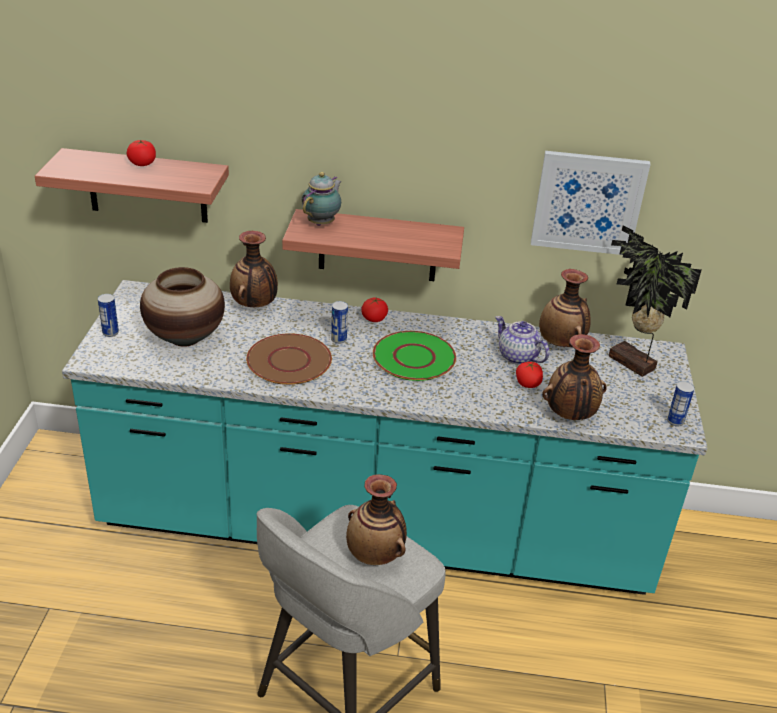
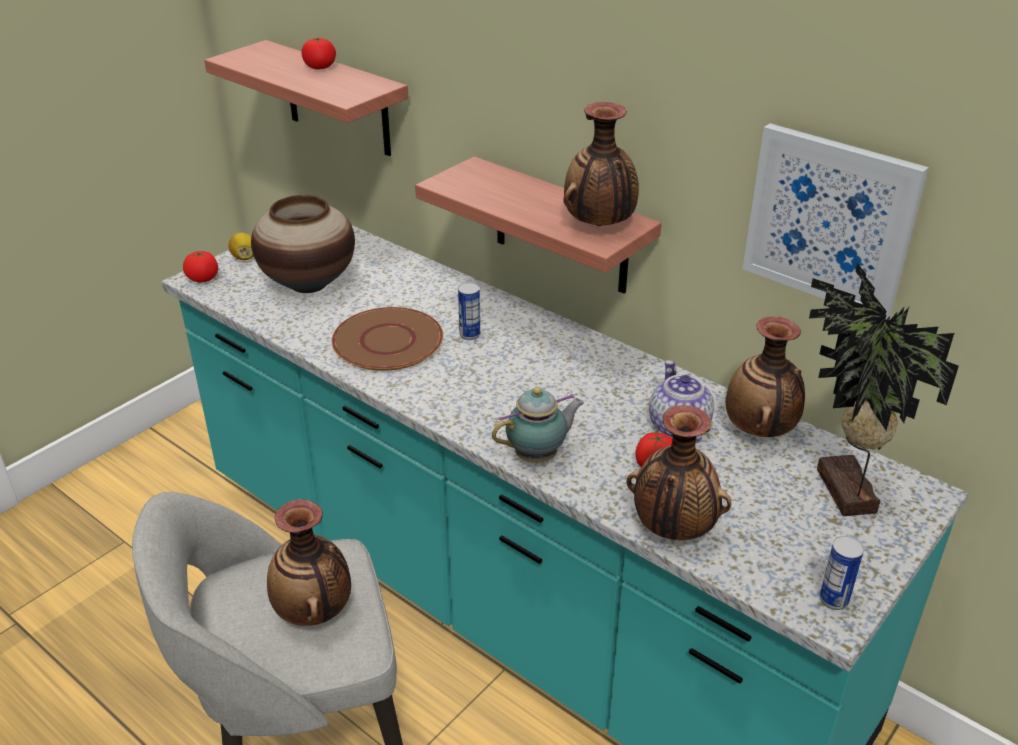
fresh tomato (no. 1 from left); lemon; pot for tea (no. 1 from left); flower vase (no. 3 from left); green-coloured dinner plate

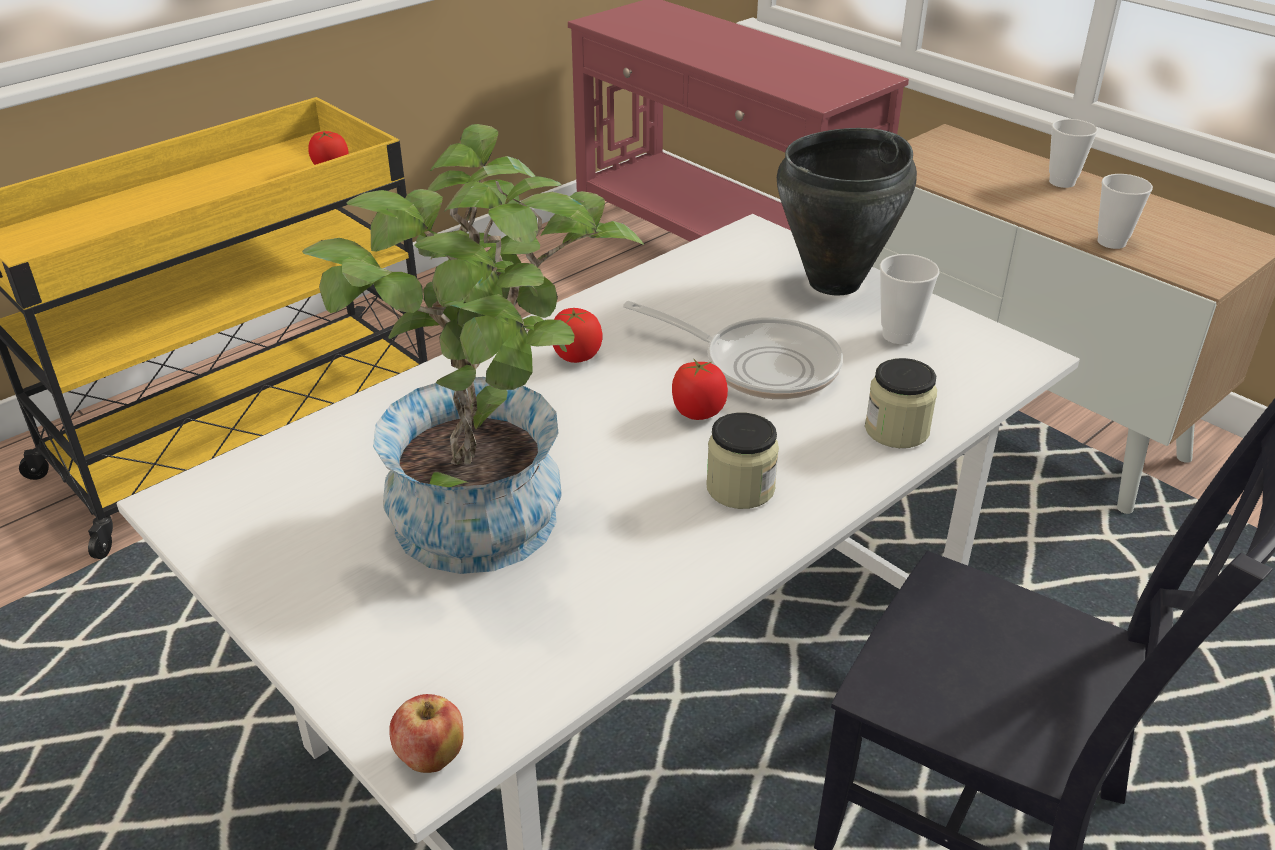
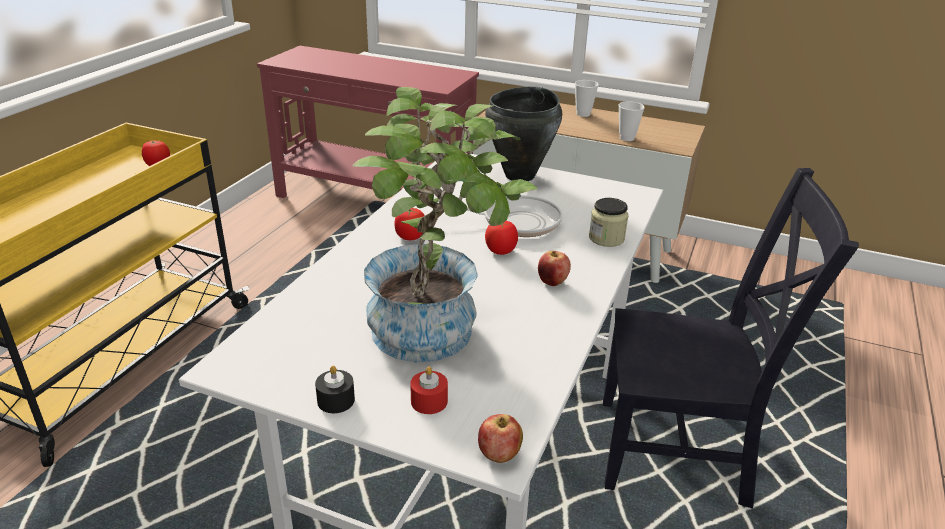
black-coloured wax light; reddish wax light; whole apple (no. 2 from left); small cup (no. 1 from left in the first image)

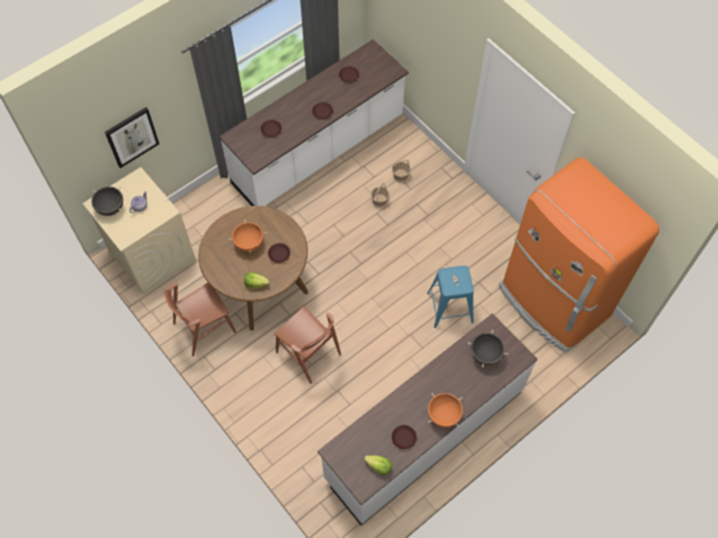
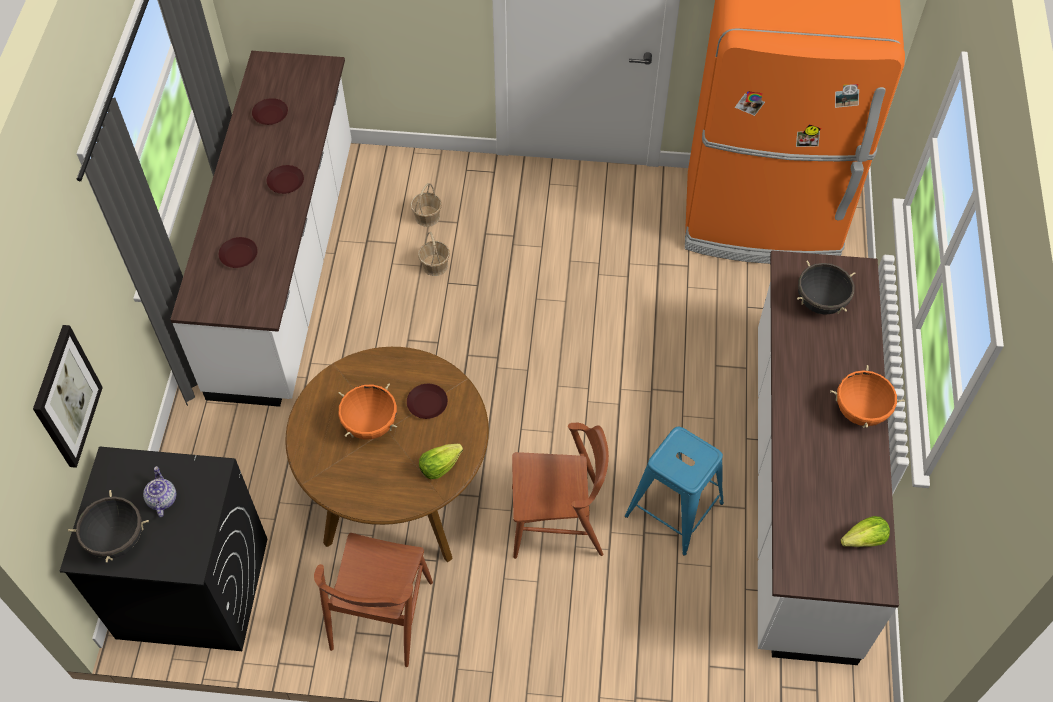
black-coloured laundry appliance; bluish stool; brown-coloured dinner plate (no. 5 from left in the first image)

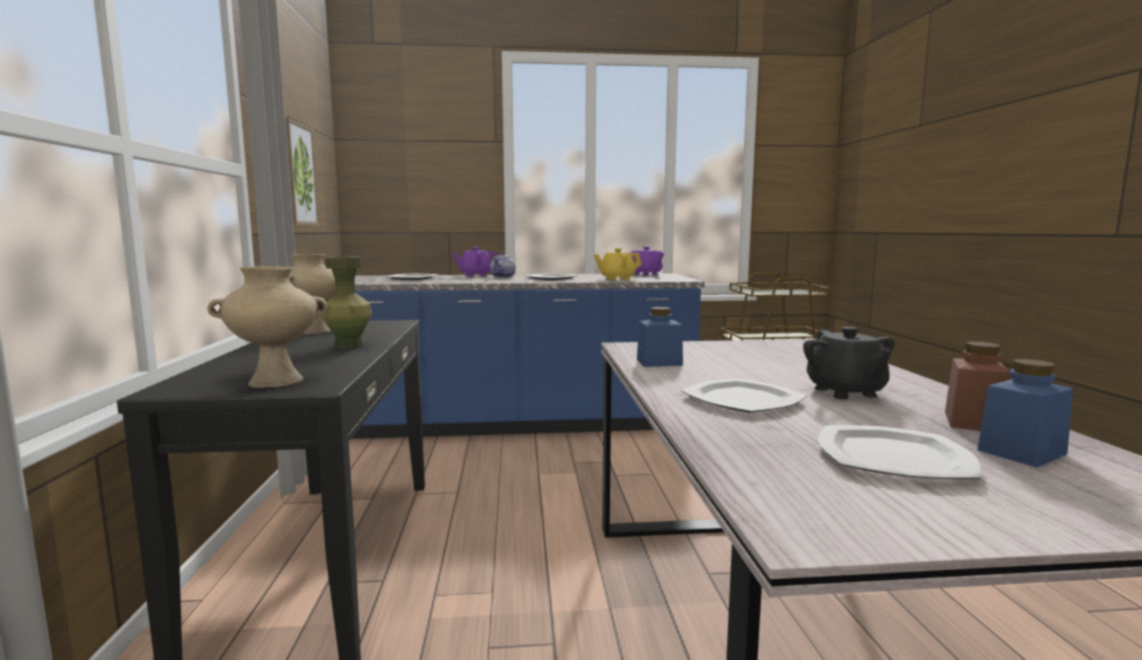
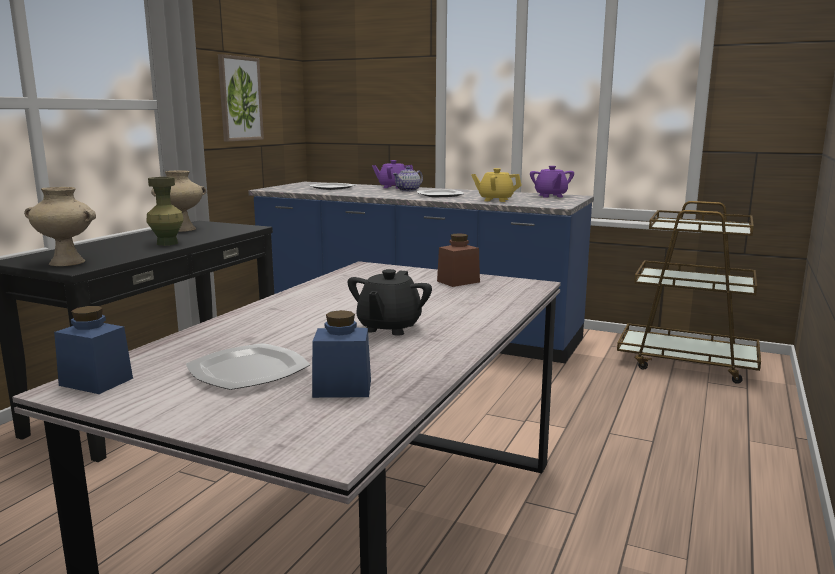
bluish jar (no. 1 from left); brown-coloured jar; dinner plate (no. 3 from left in the first image)

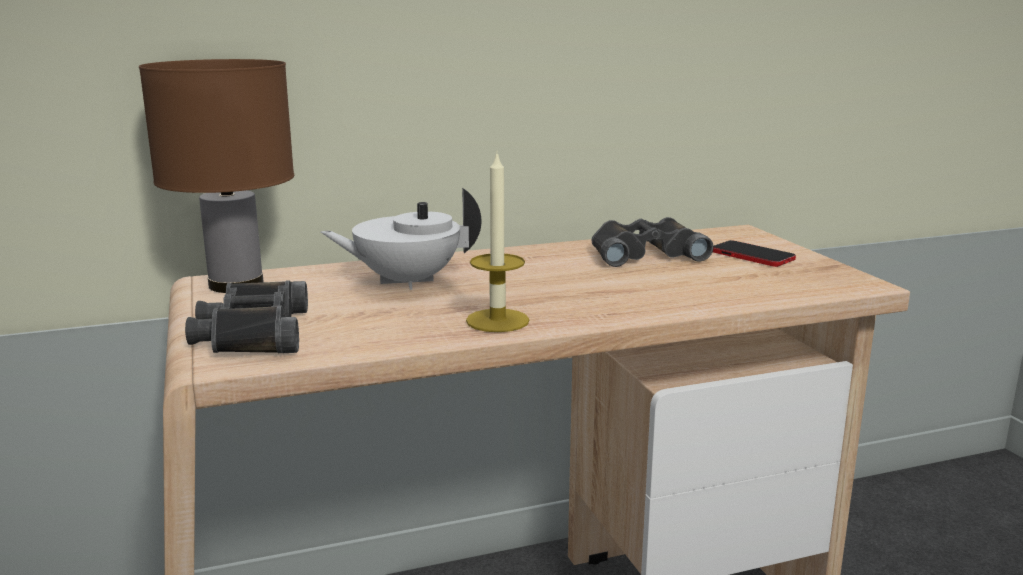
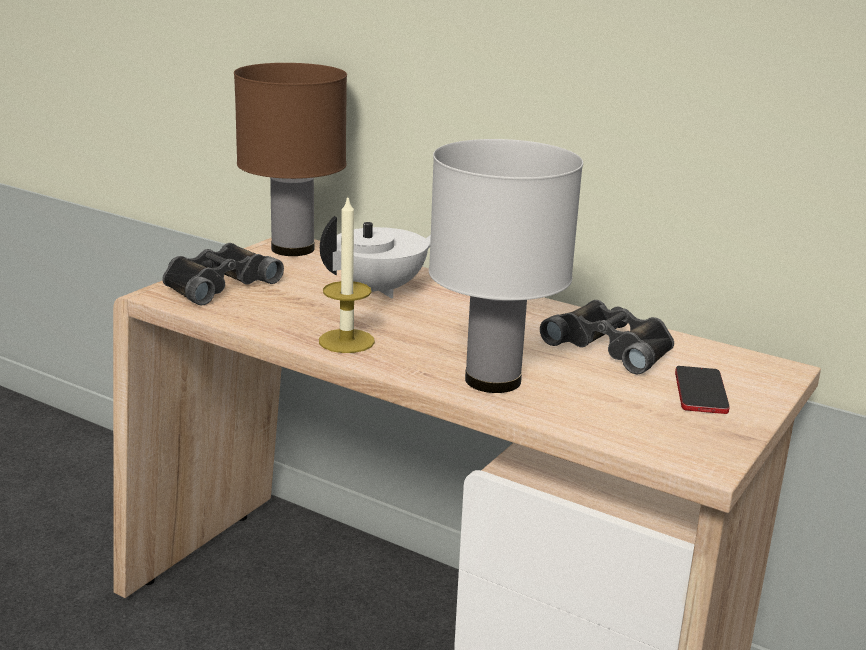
whitish pot for tea; whitish table lamp

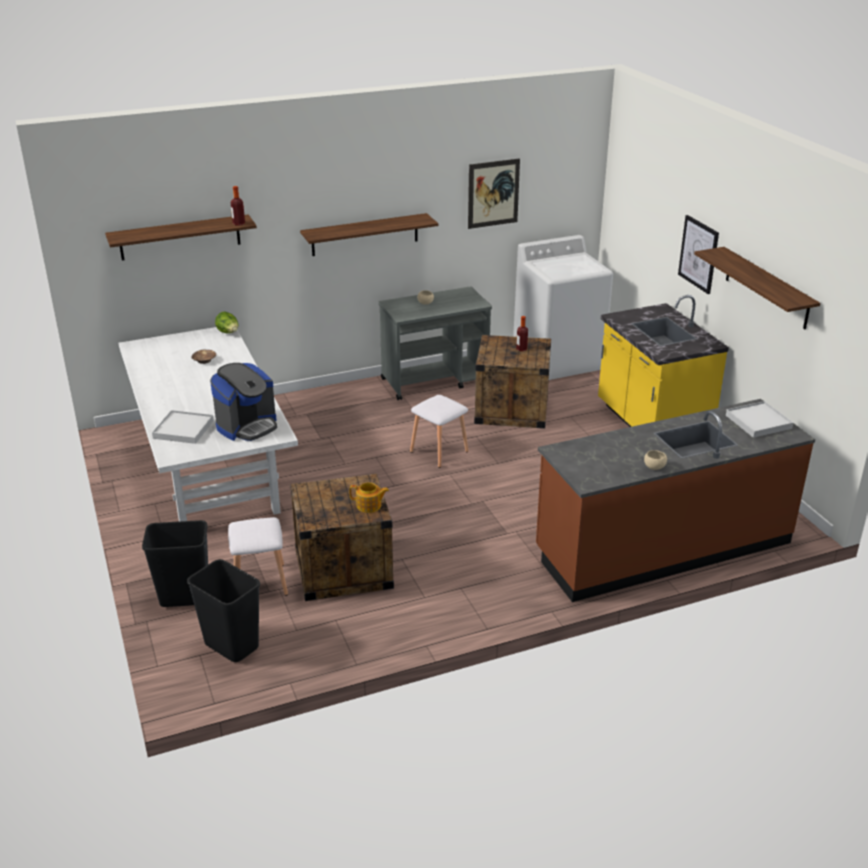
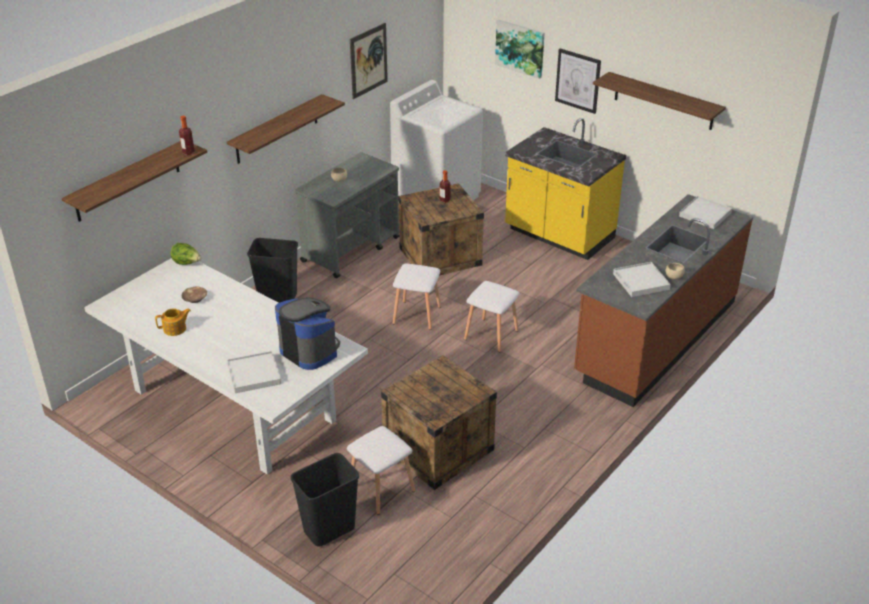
pot for tea; black-coloured rubbish bin (no. 1 from left); coffee brewer; whitish stool (no. 3 from left); picture (no. 2 from left); whitish tray (no. 2 from left)

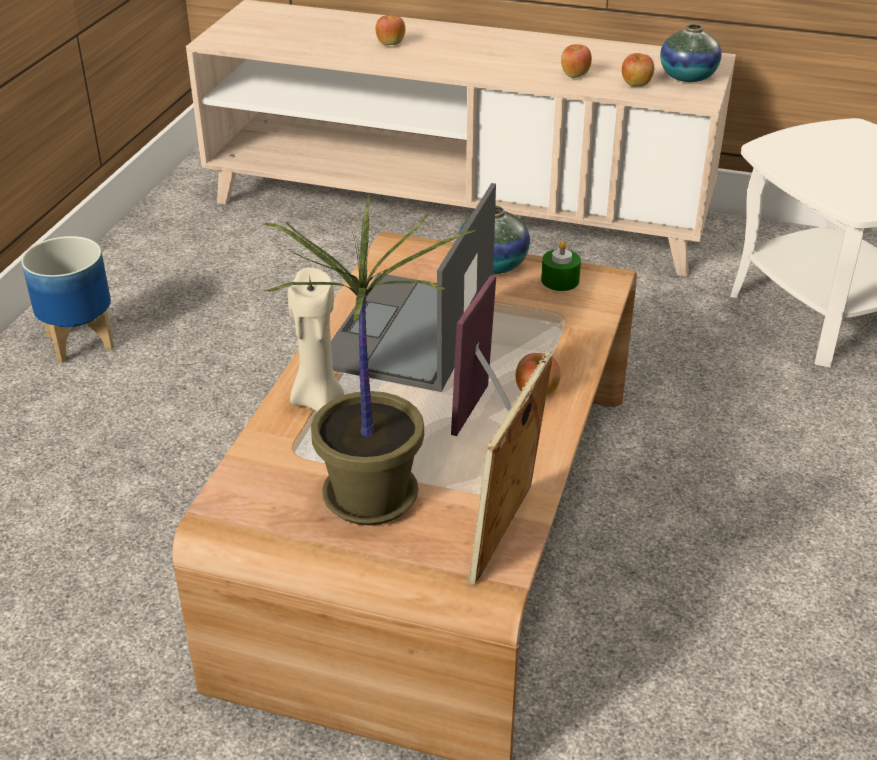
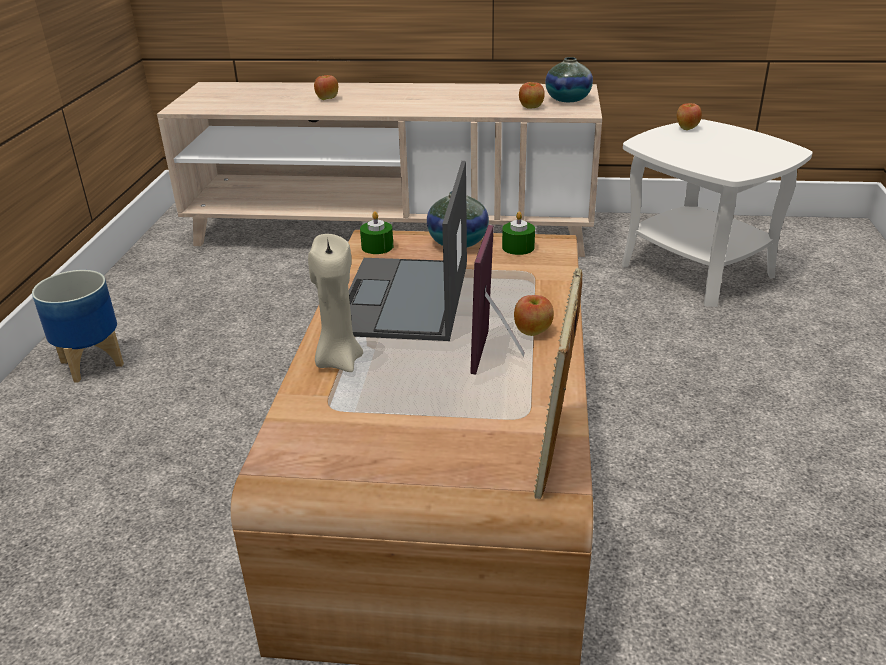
green-coloured wax light (no. 1 from left); whole apple (no. 4 from left); potted plant

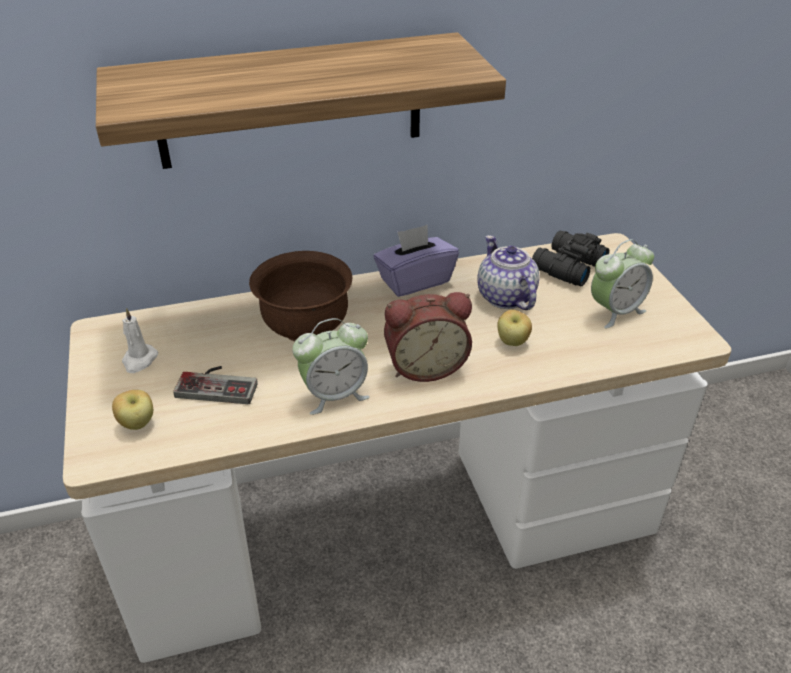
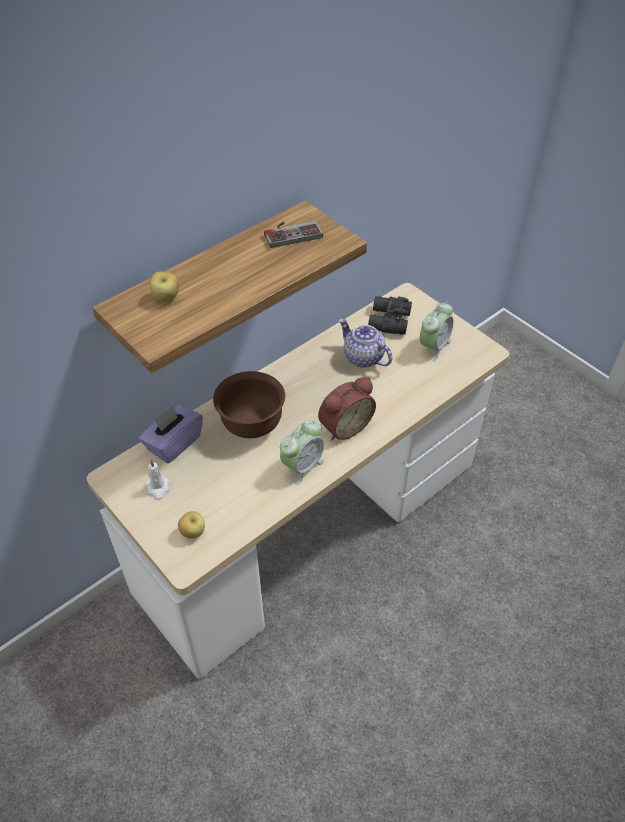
purple-coloured tissue holder; whole apple (no. 1 from left); gamepad

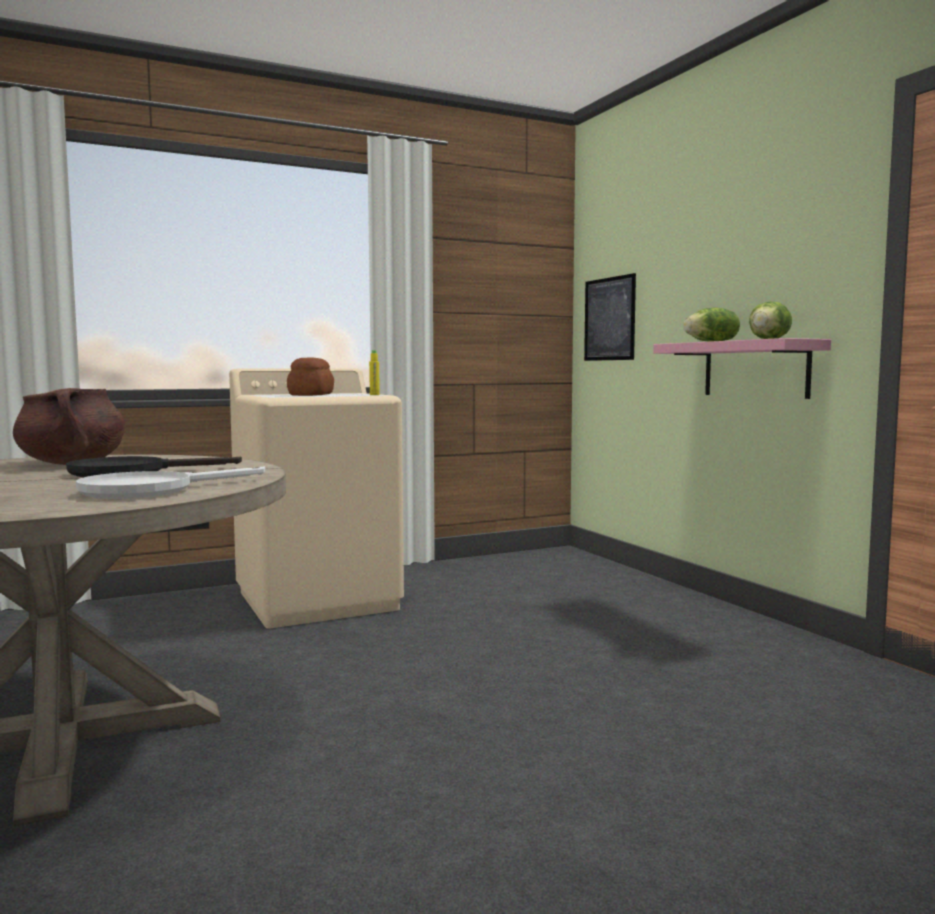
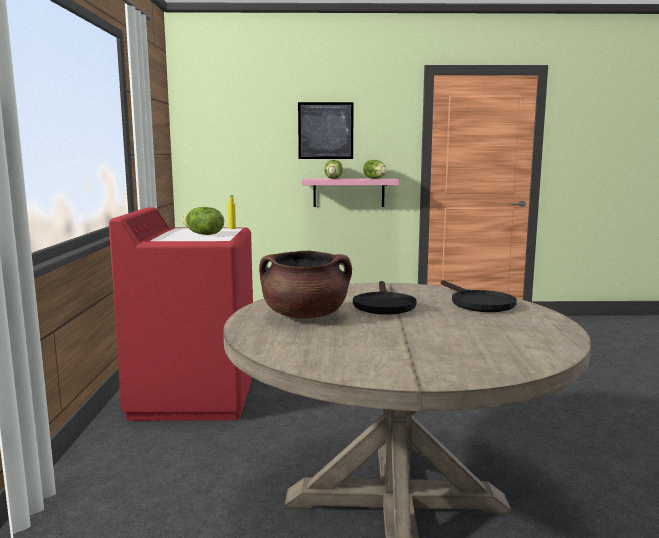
reddish laundry appliance; lettuce head (no. 1 from left); picture; black-coloured skillet (no. 2 from left)

